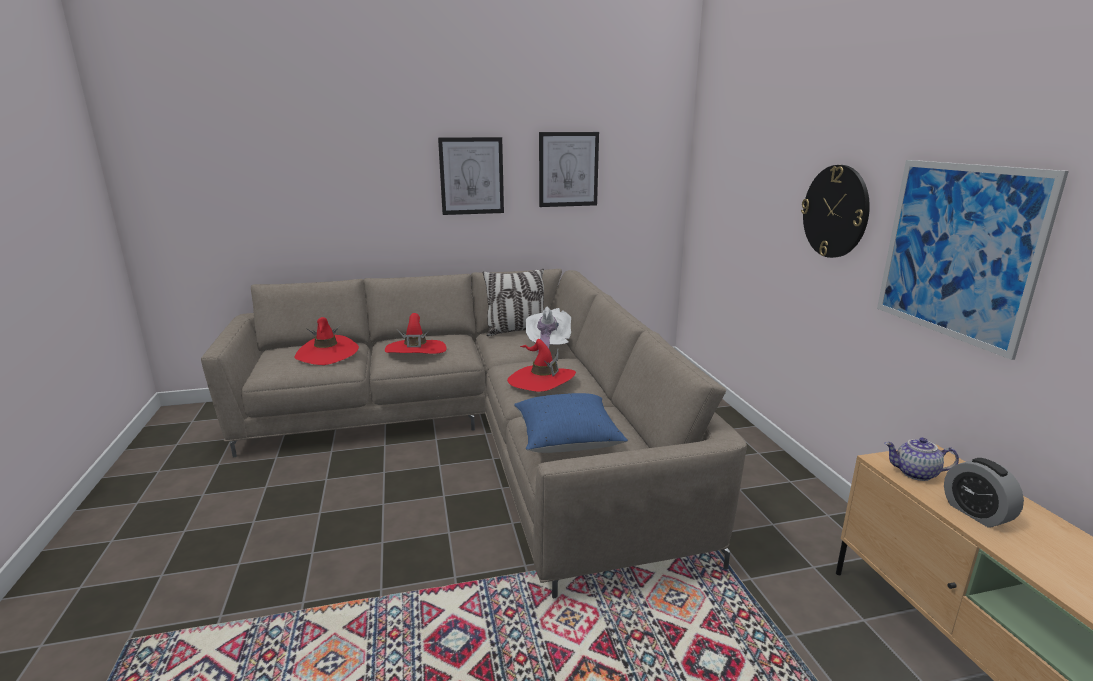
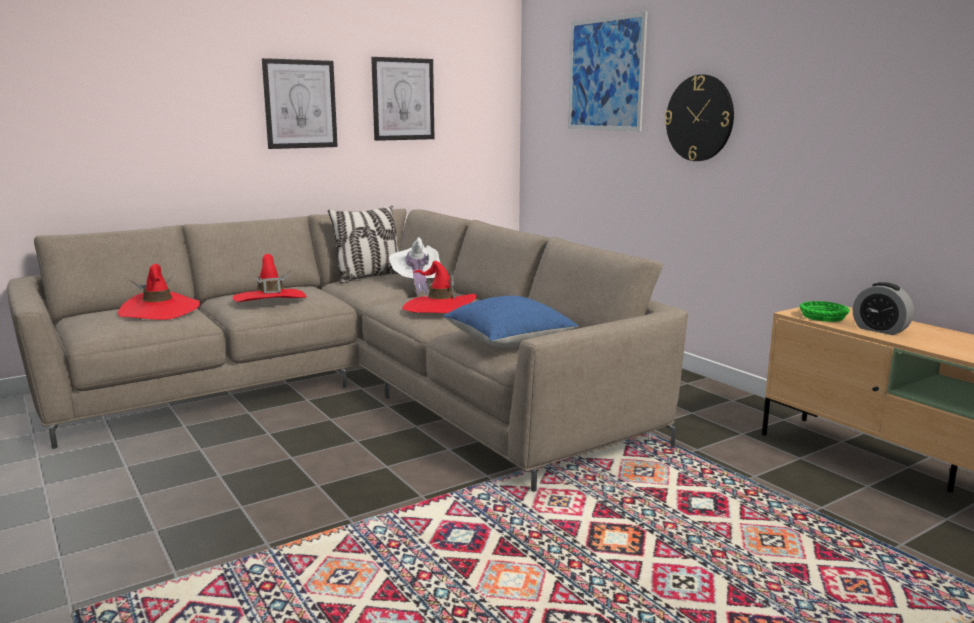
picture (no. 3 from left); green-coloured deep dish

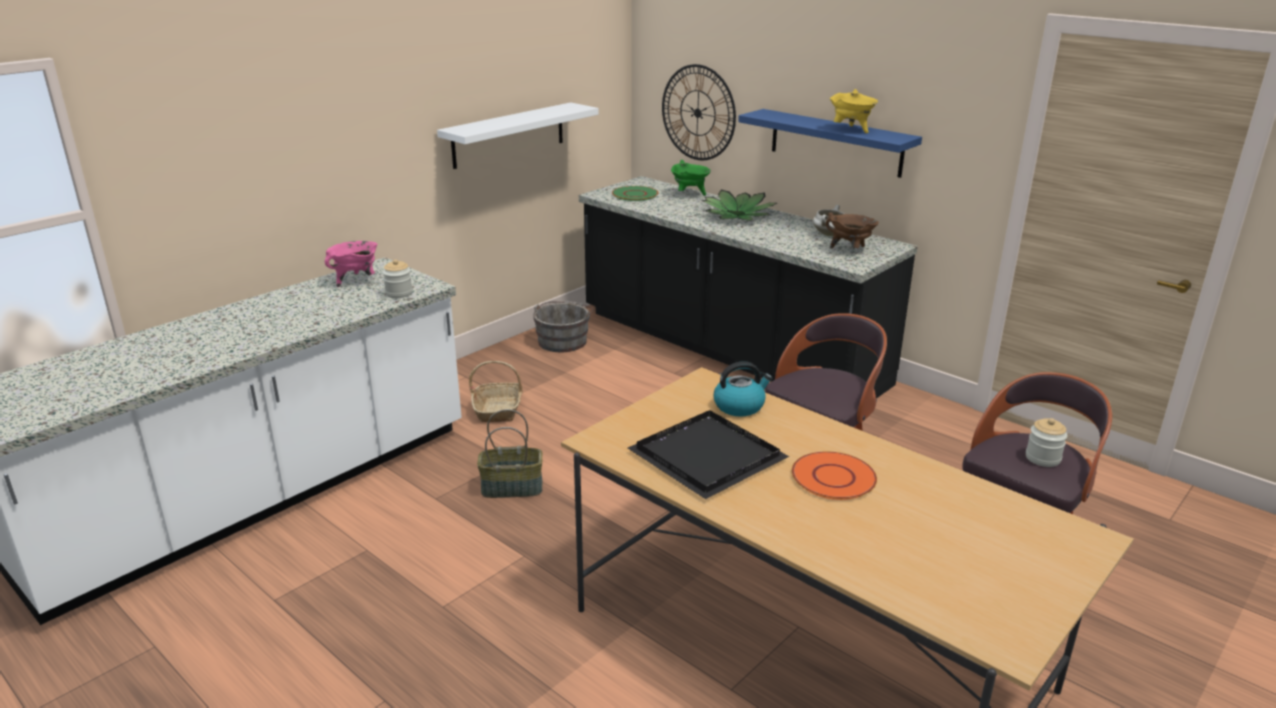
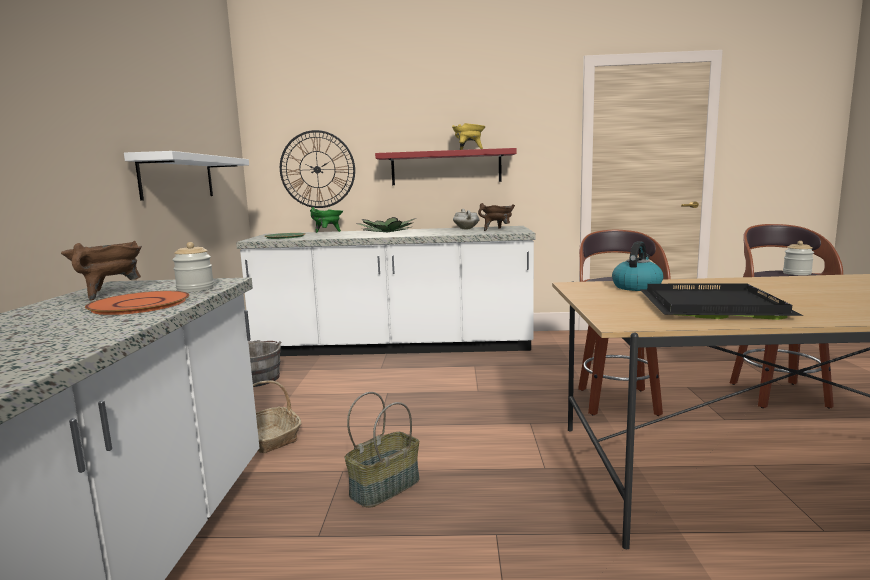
brown-coloured cooking pot (no. 1 from left); orange dinner plate; whitish kitchen counter (no. 2 from left); reddish shelf

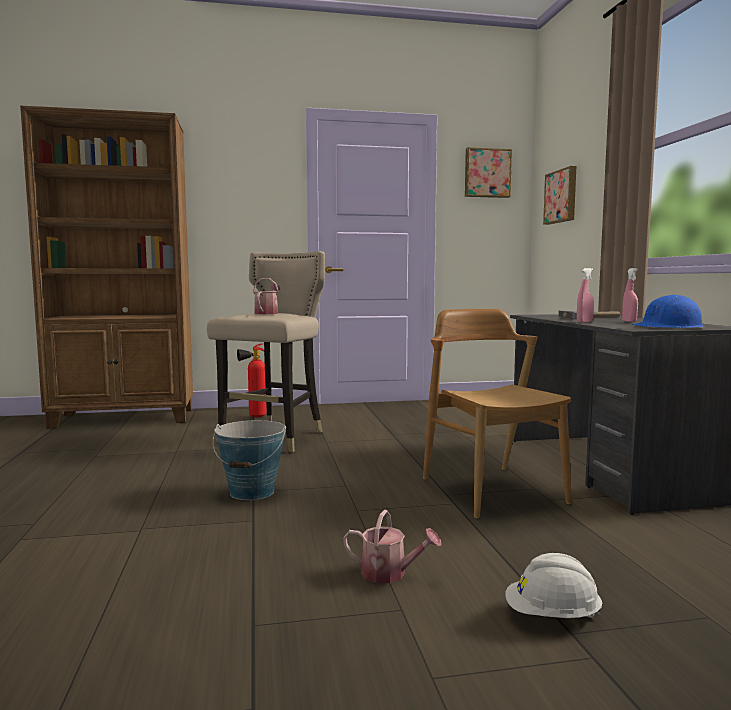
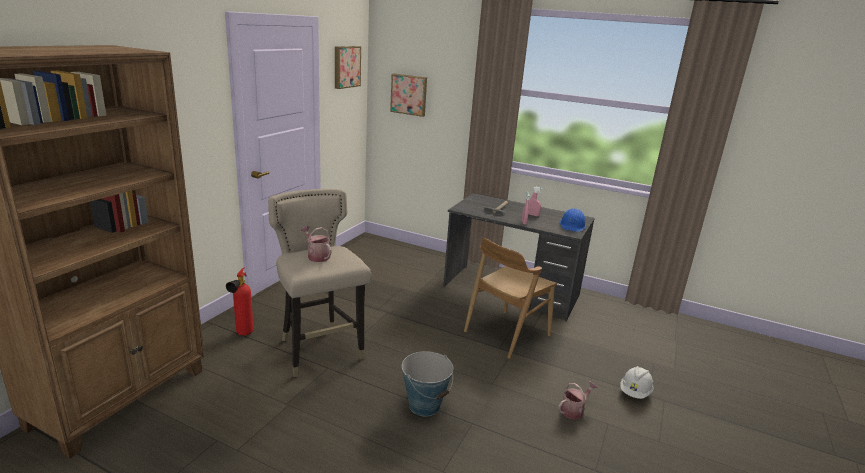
brown-coloured plain chair

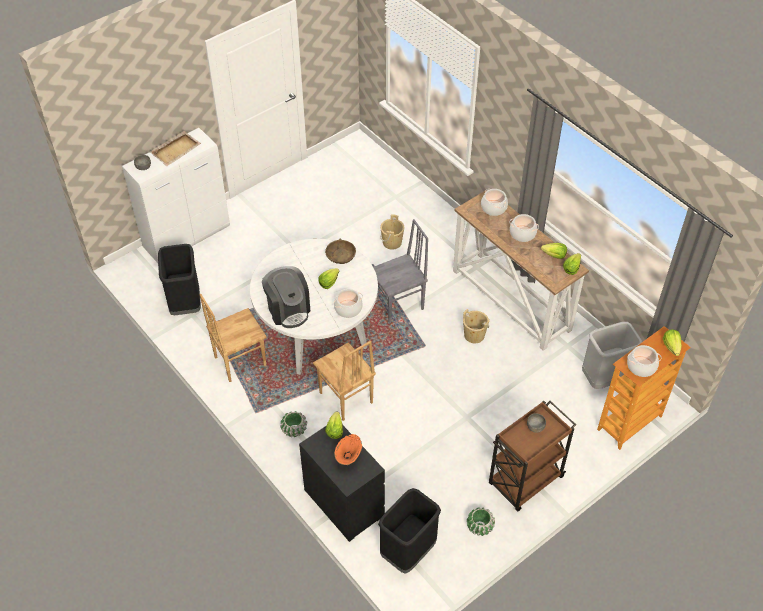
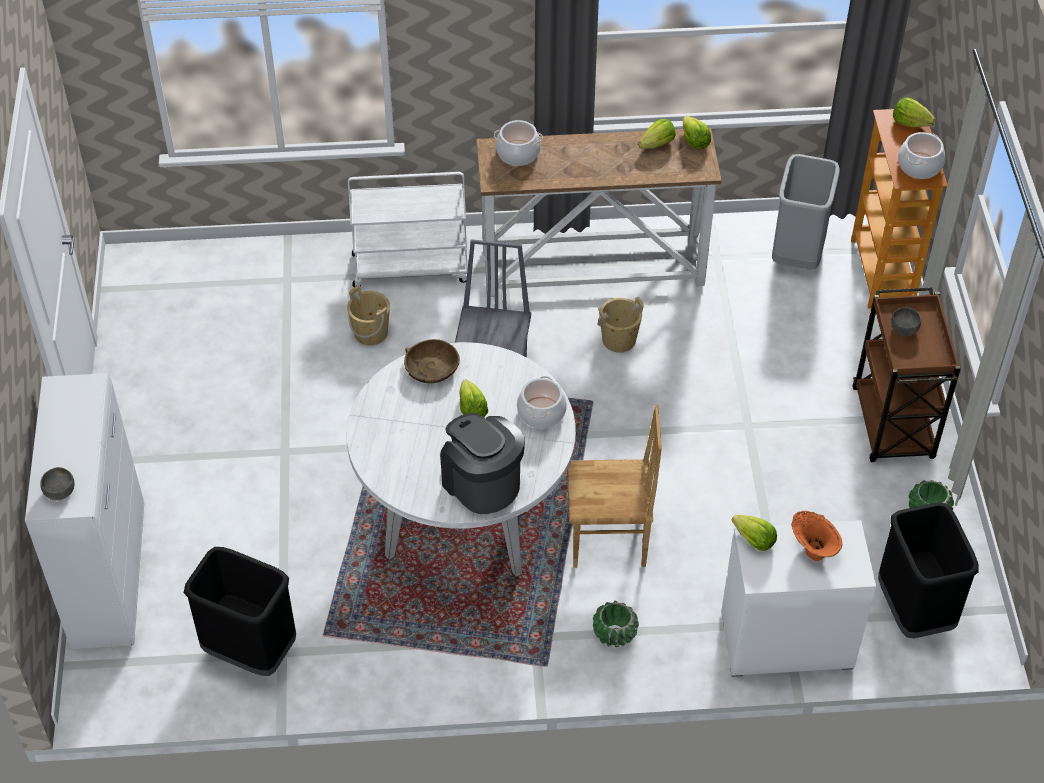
whitish wheeled cart; coffee brewer; whitish drawer chest; beige-coloured tray; brown-coloured plain chair (no. 1 from left in the first image); cooking pot (no. 3 from left in the first image)

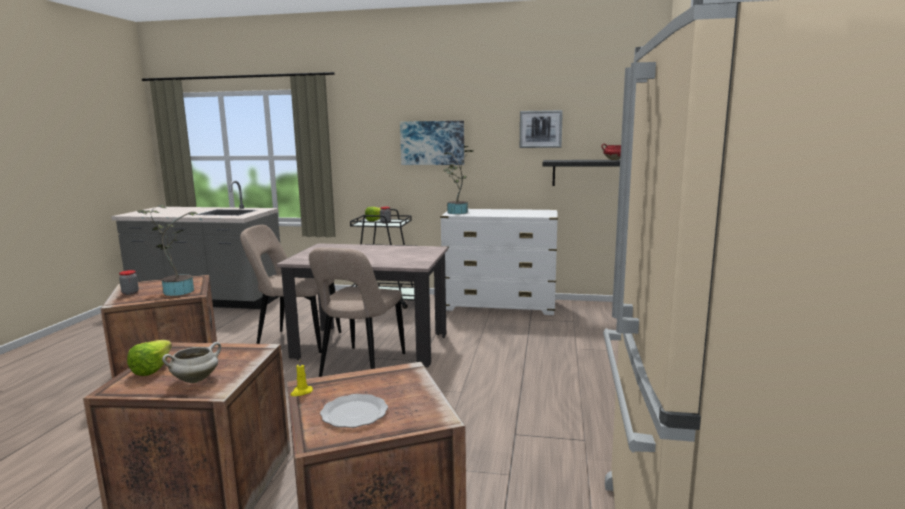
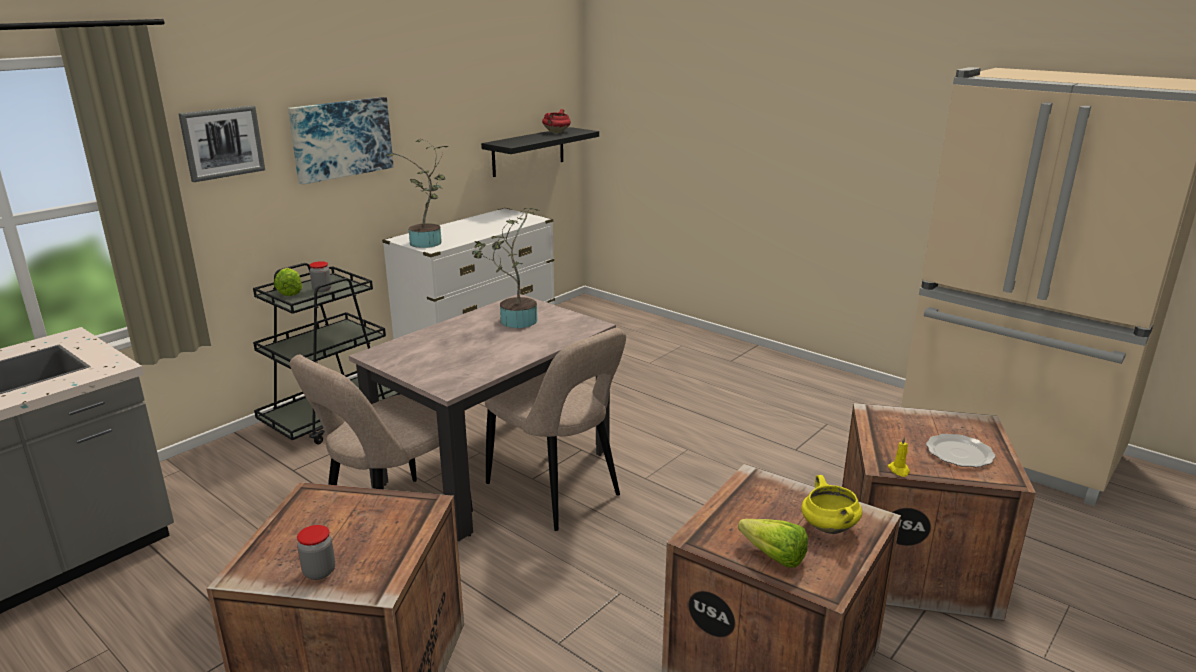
picture (no. 1 from left); potted plant (no. 2 from left); yellow cooking pot

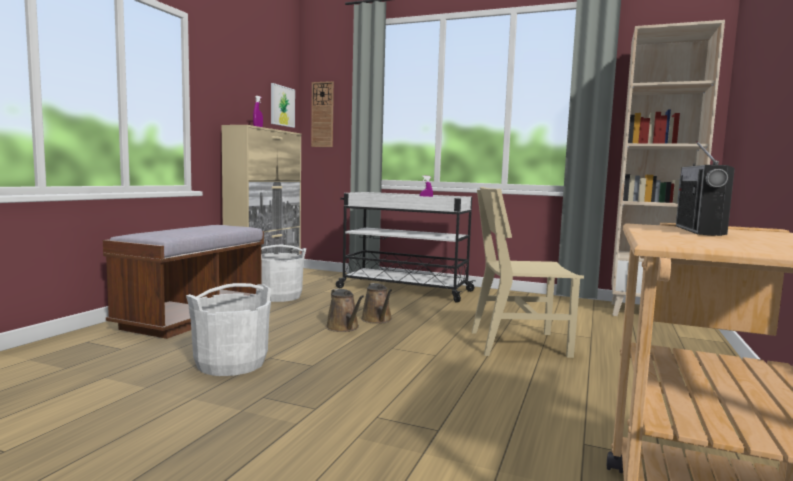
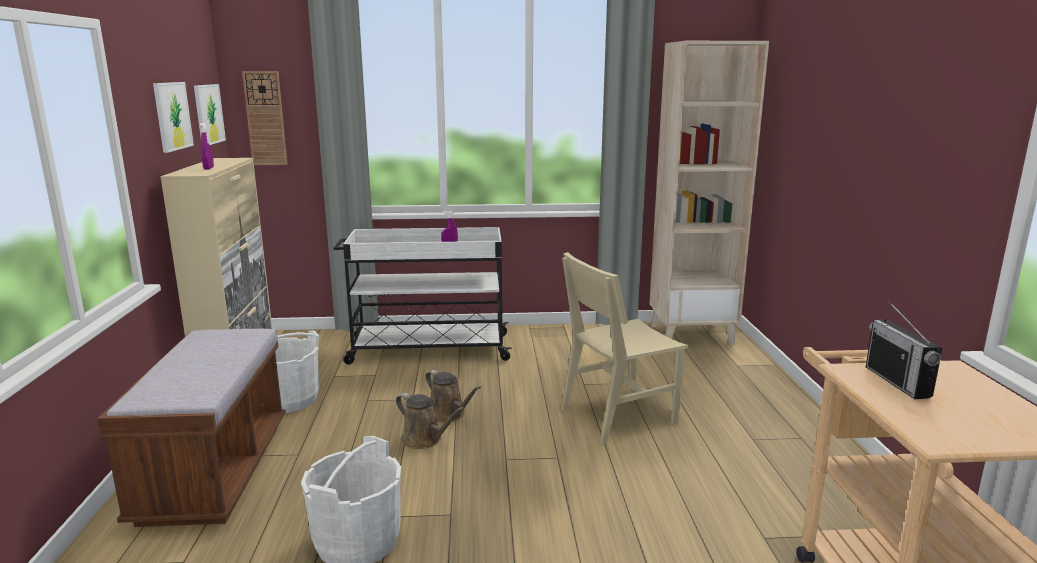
picture (no. 1 from left)

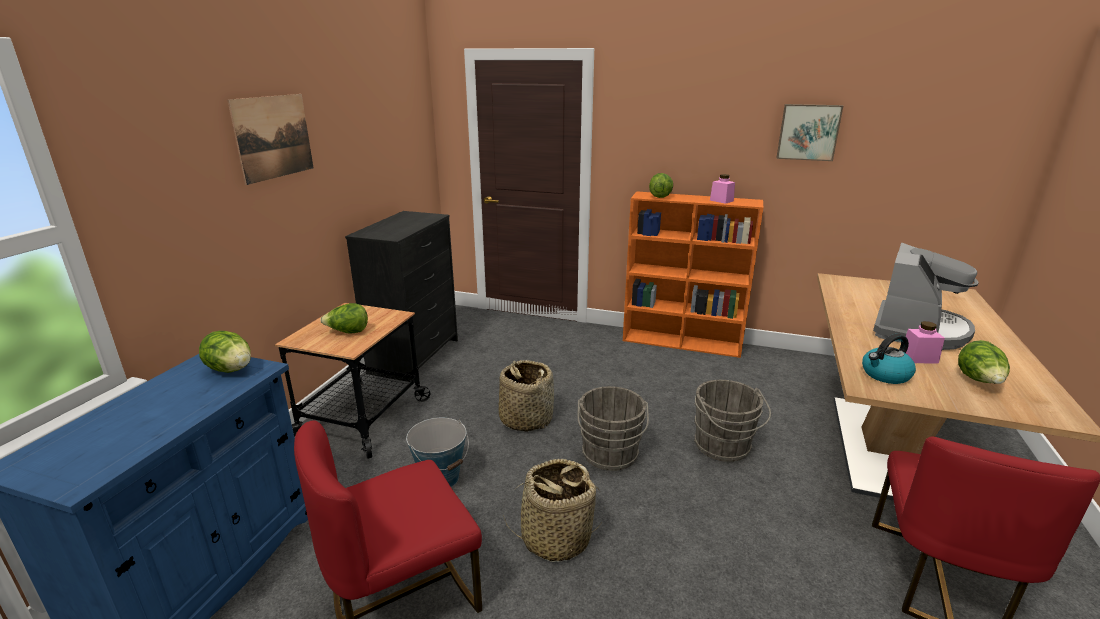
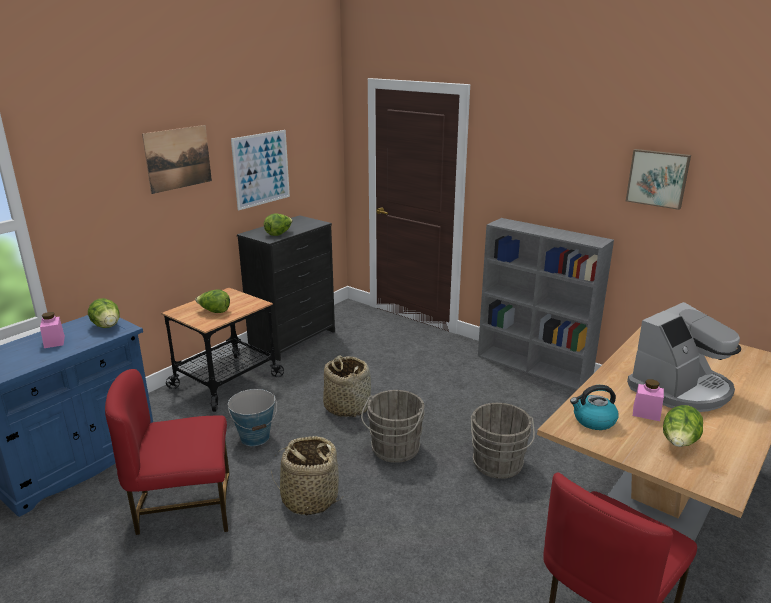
pink-coloured jar (no. 1 from left); picture (no. 2 from left); lettuce head (no. 3 from left); grey bookcase

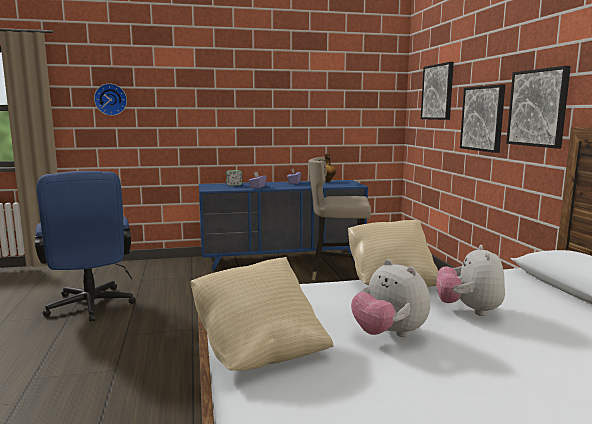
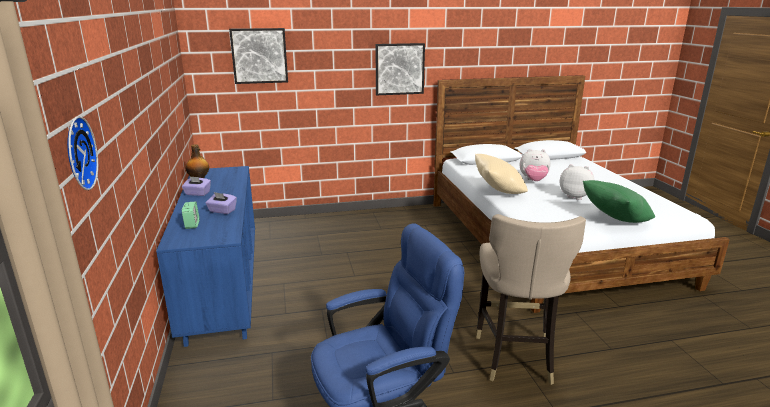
beige-coloured stool; soft toy (no. 2 from left); green-coloured pillow; picture (no. 2 from left in the first image)

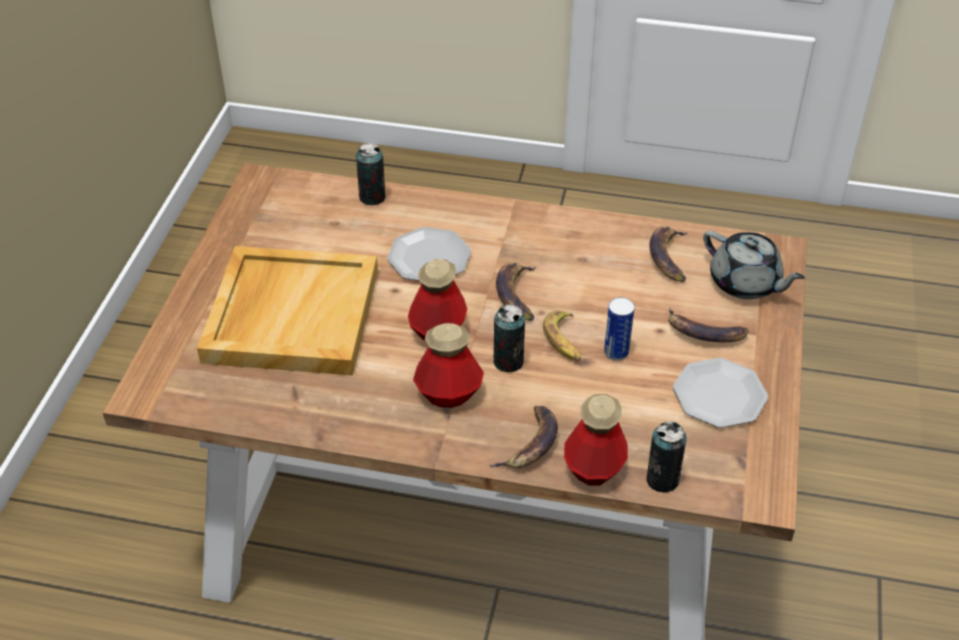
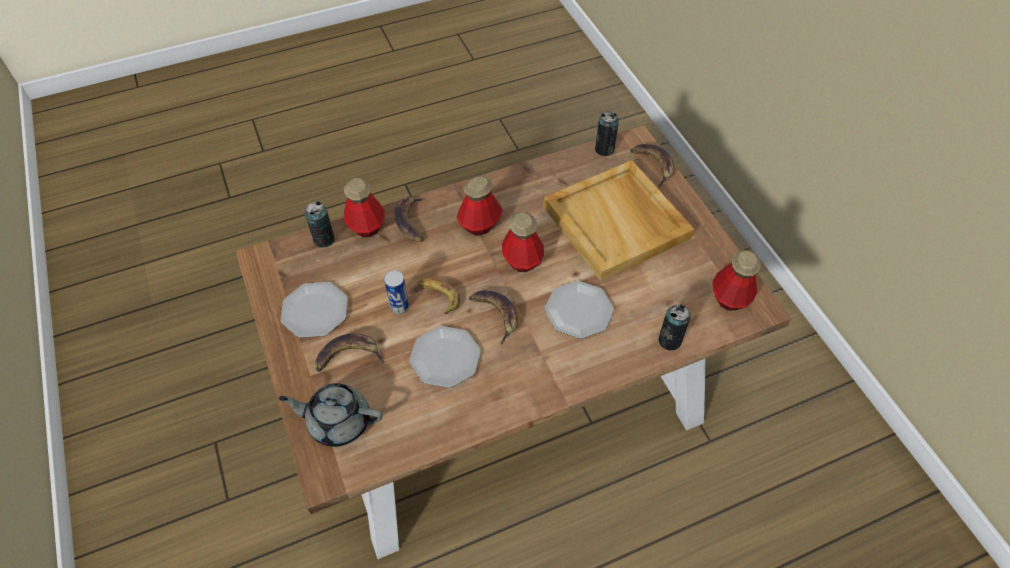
dinner plate (no. 2 from left); can (no. 3 from left); banana fruit (no. 5 from left); bottle (no. 4 from left)

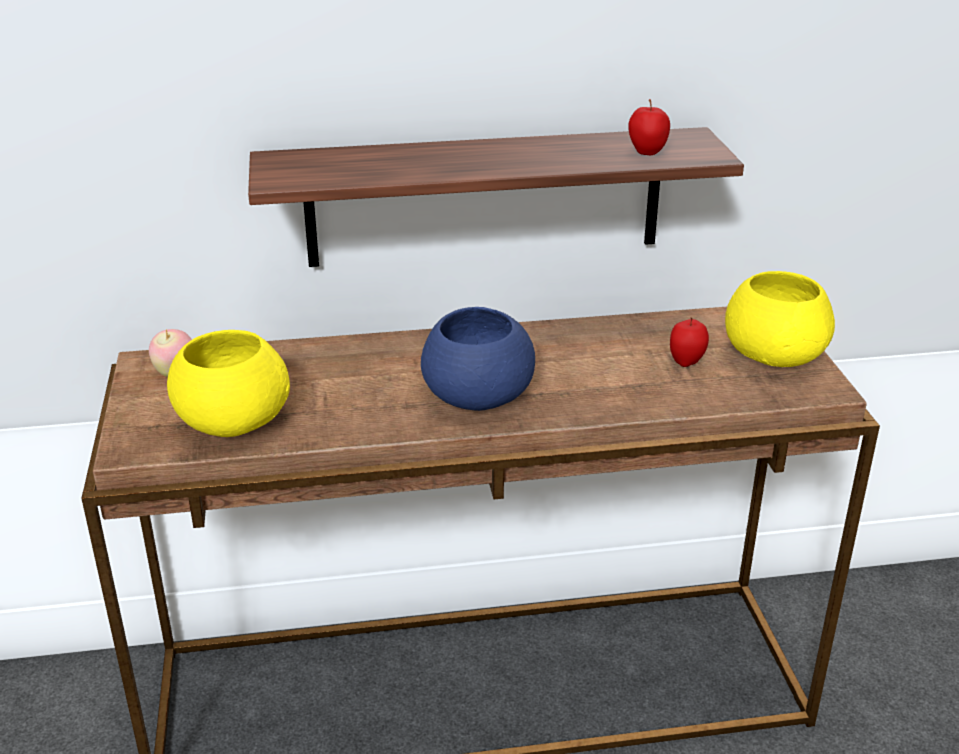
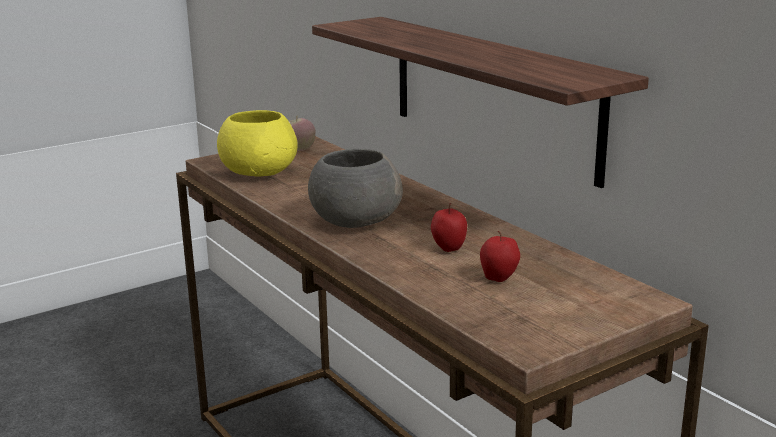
grey deep dish; whole apple (no. 2 from left); yellow deep dish (no. 2 from left in the first image)

